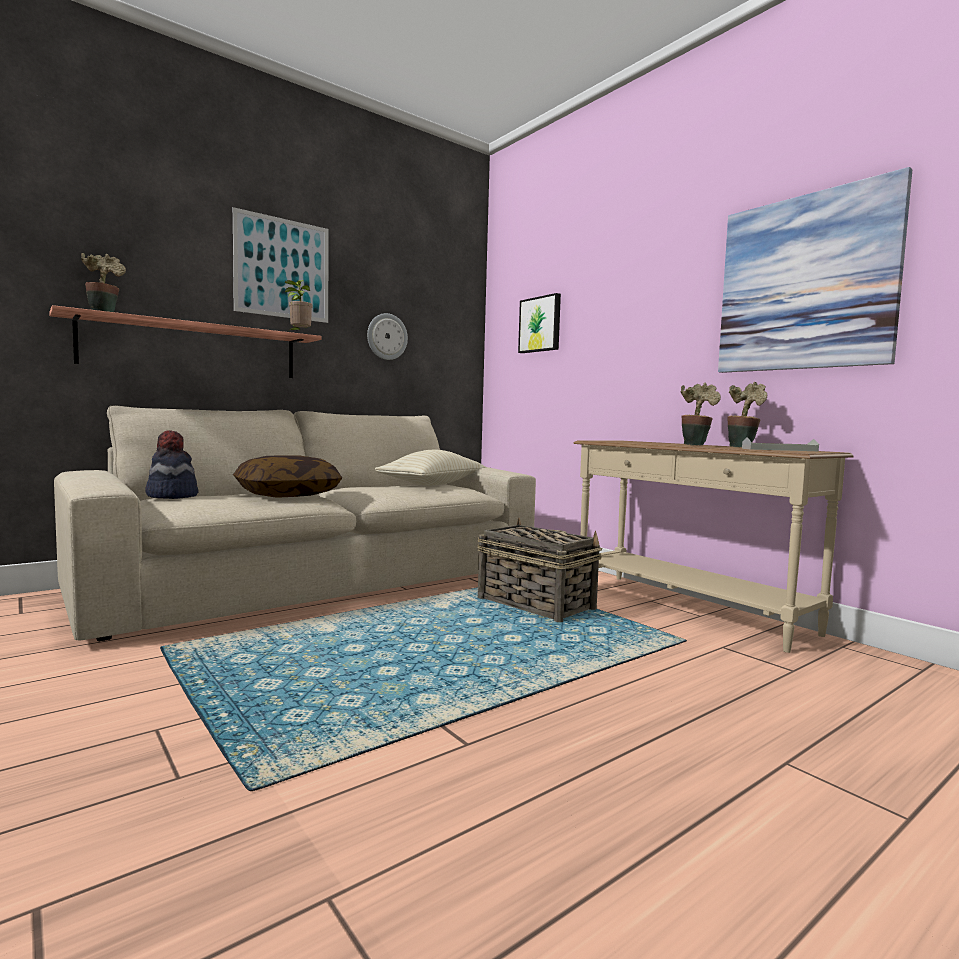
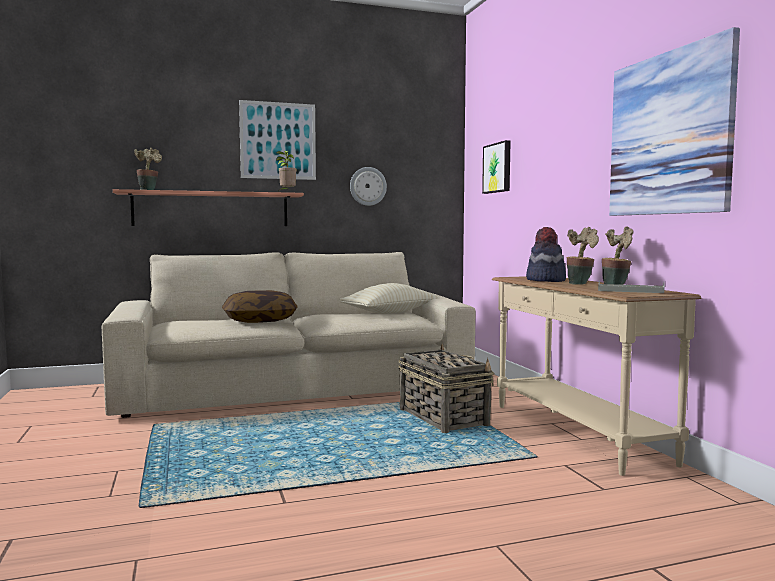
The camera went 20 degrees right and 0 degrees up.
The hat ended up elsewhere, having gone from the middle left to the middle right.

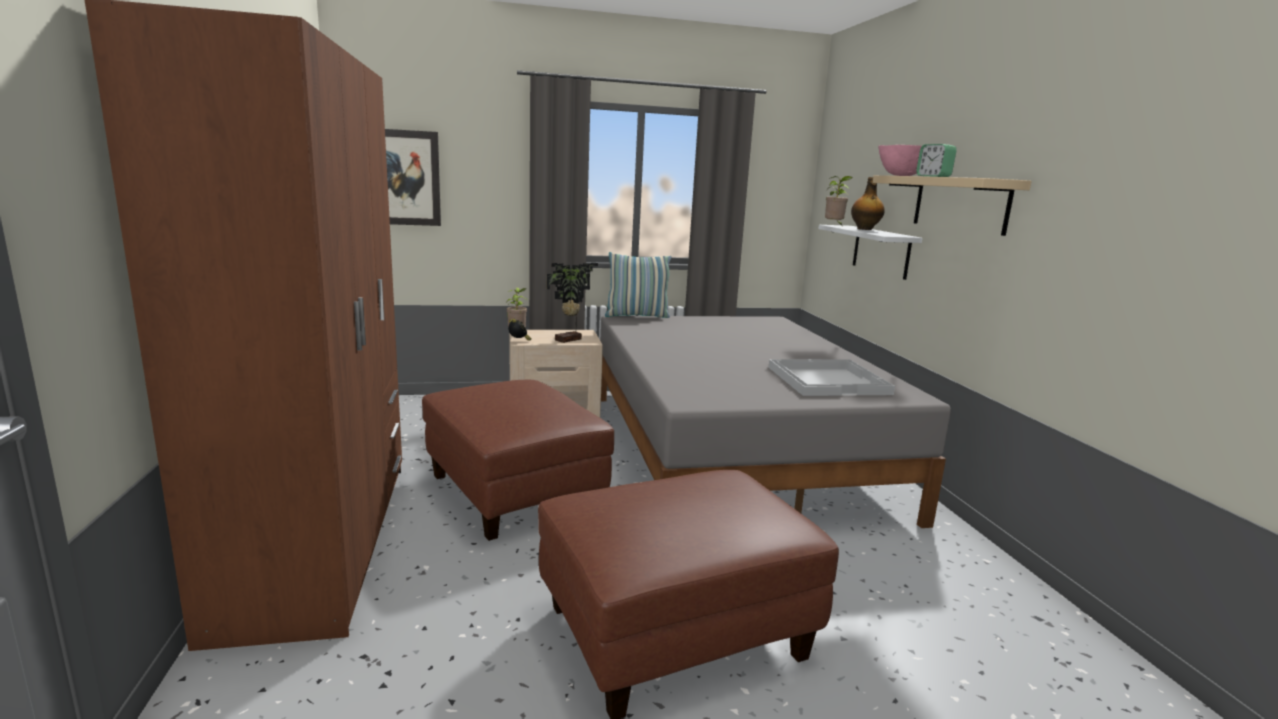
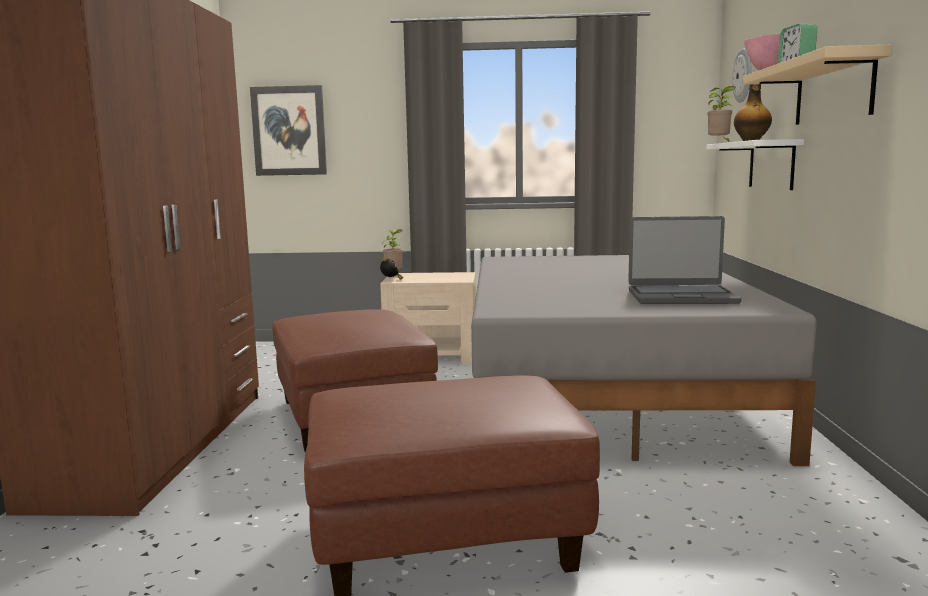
The camera went 15 degrees right and 5 degrees down.
The second view lost the potted plant (no. 2 from left) at the centre.
The second view lost the pillow at the centre.
Where the white tray stood at the centre, the laptop came to stand at the middle right.
The second view gained the wall clock at the top right.

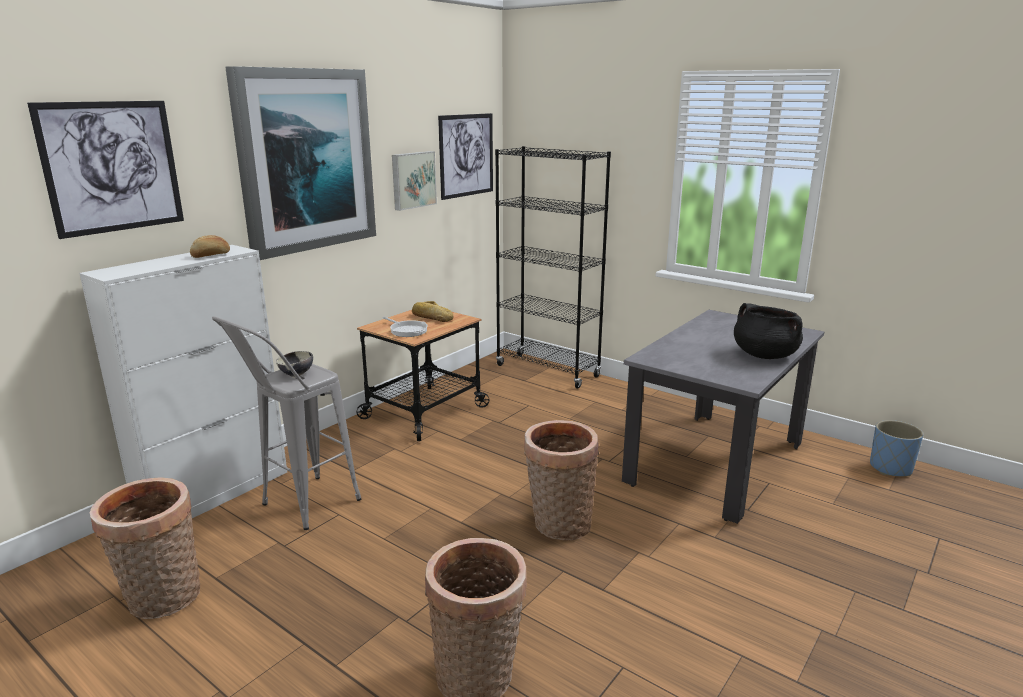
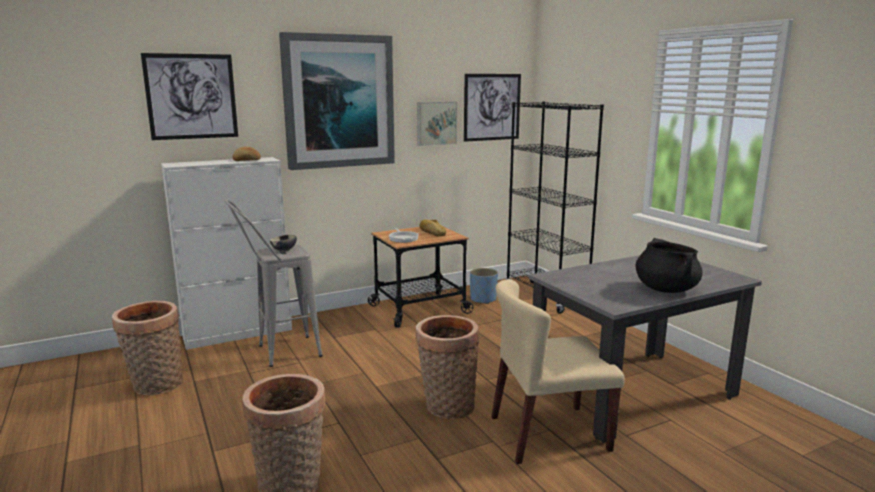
The camera went 25 degrees right and 5 degrees down.
The blue planter ended up elsewhere, having gone from the middle right to the centre.
The second view gained the beige chair at the bottom centre.

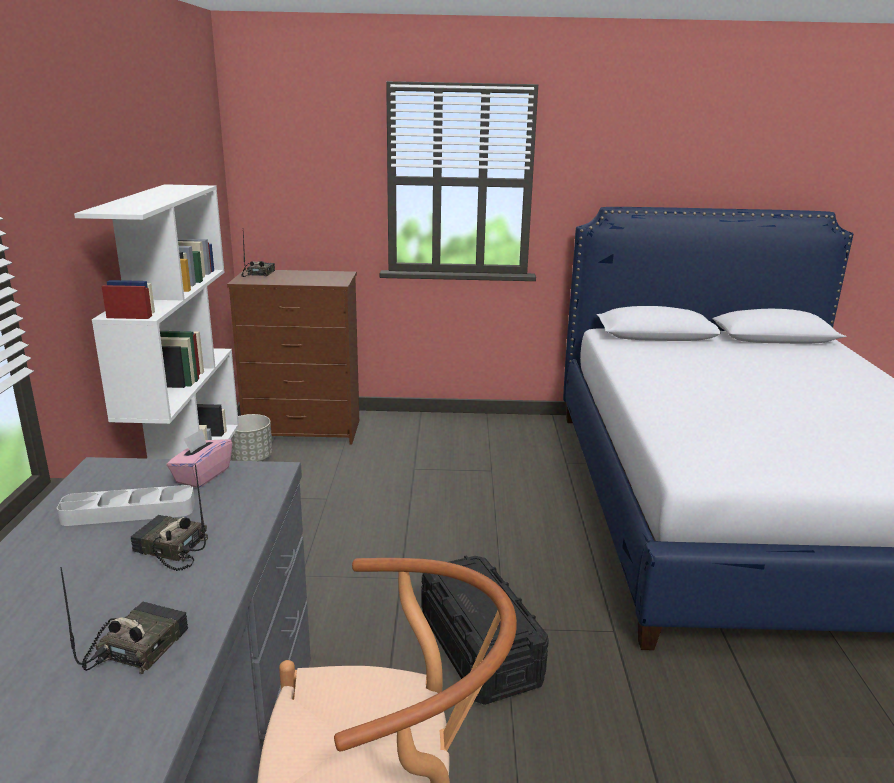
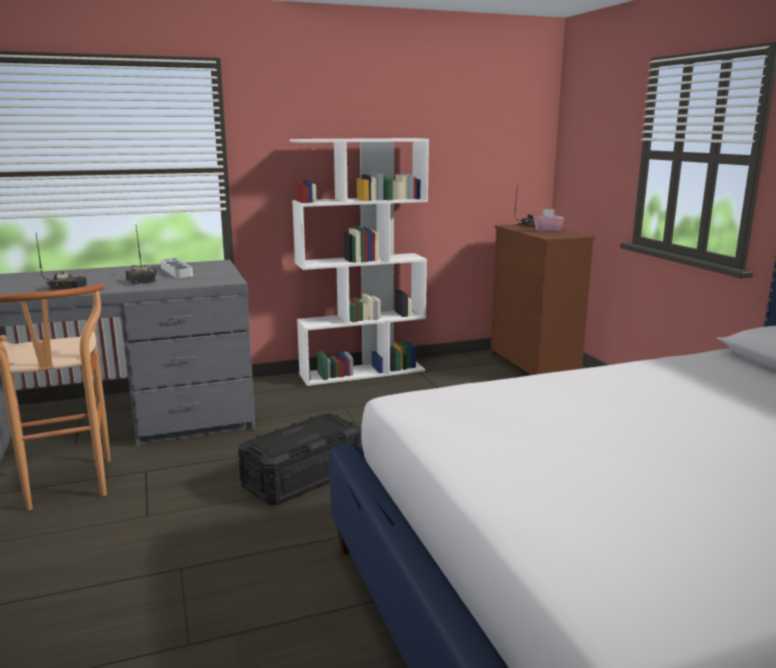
The camera went 70 degrees right and 5 degrees down.
The radio (no. 2 from left) at the middle left ended up facing another way, 150 degrees clockwise from before.
The pink tissue box ended up elsewhere, having gone from the middle left to the top right.
The second view lost the grey planter at the middle left.

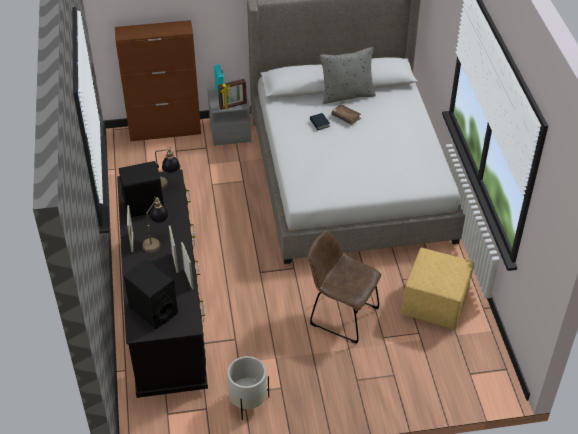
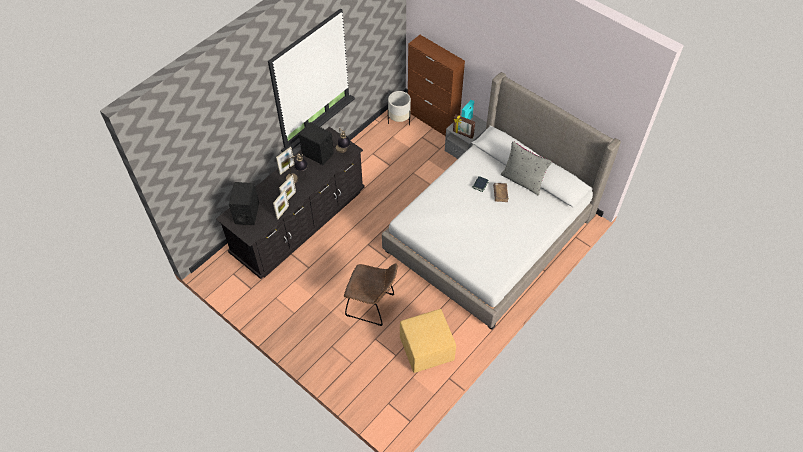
The camera went 50 degrees right and 10 degrees up.
The white planter ended up elsewhere, having gone from the bottom centre to the top centre.
The brown chair at the centre ended up facing another way, 120 degrees clockwise from before.

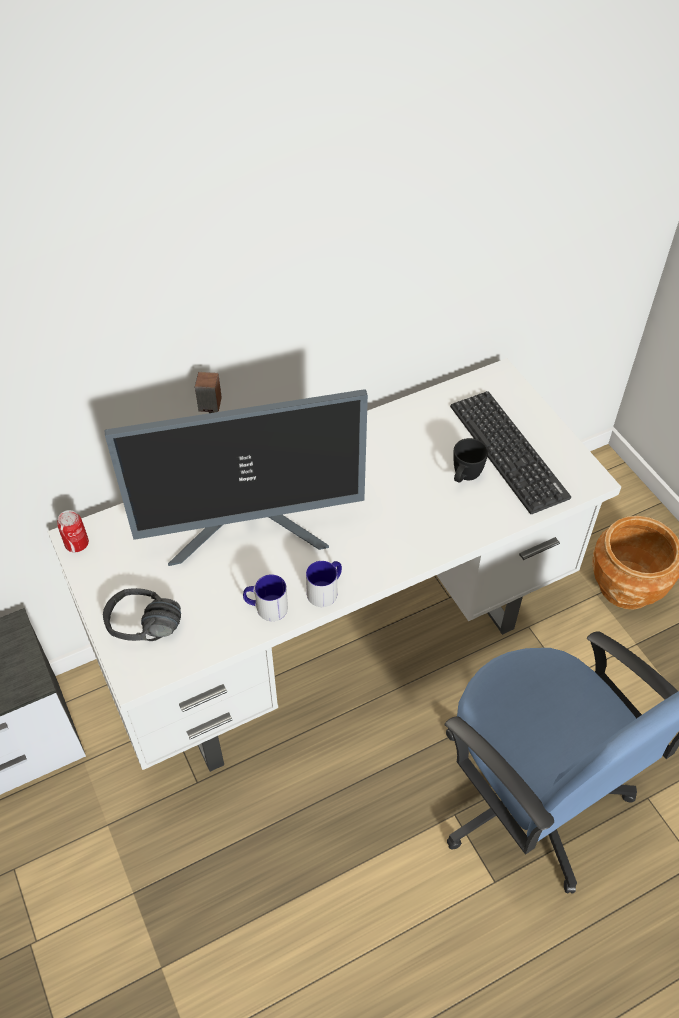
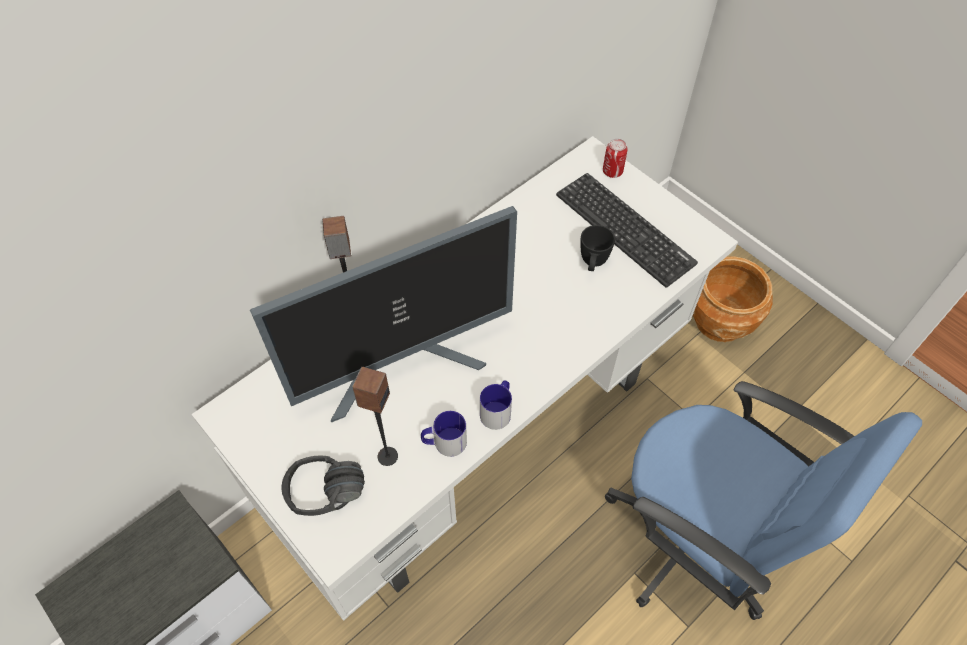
The camera went 15 degrees left and 5 degrees up.
The can ended up elsewhere, having gone from the middle left to the top centre.
The second view gained the speaker (no. 2 from left) at the centre.

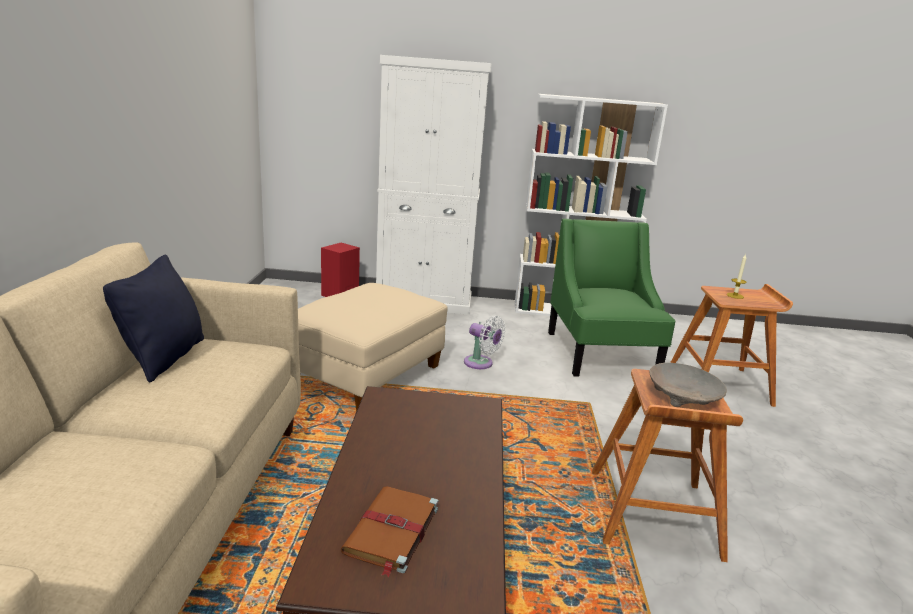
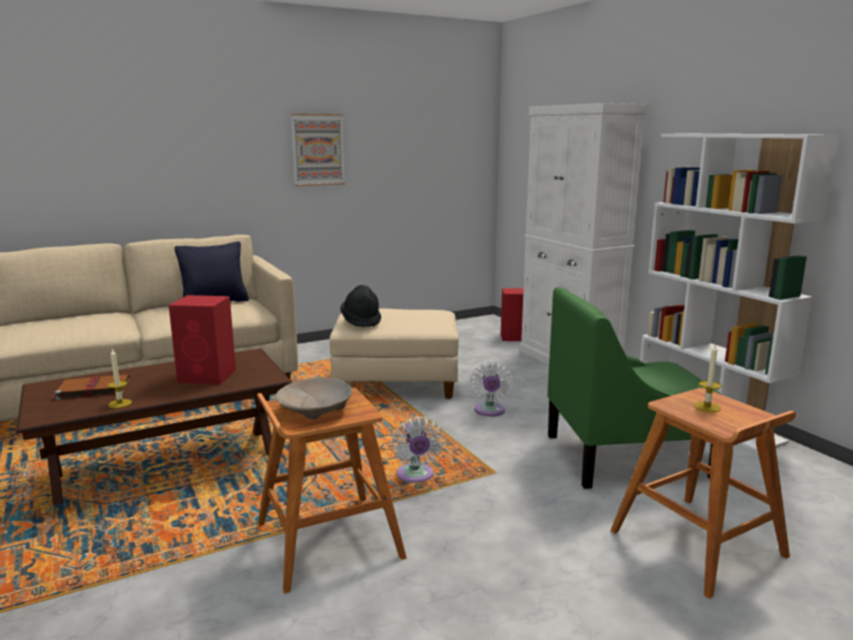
The camera went 60 degrees right and 5 degrees down.
The green armchair at the middle right ended up facing another way, 150 degrees counterclockwise from before.
The second view gained the candle (no. 1 from left) at the middle left.
The second view gained the red speaker (no. 1 from left) at the middle left.
The second view gained the picture at the top centre.
The second view gained the black hat at the centre.
The second view gained the white fan (no. 1 from left) at the bottom centre.

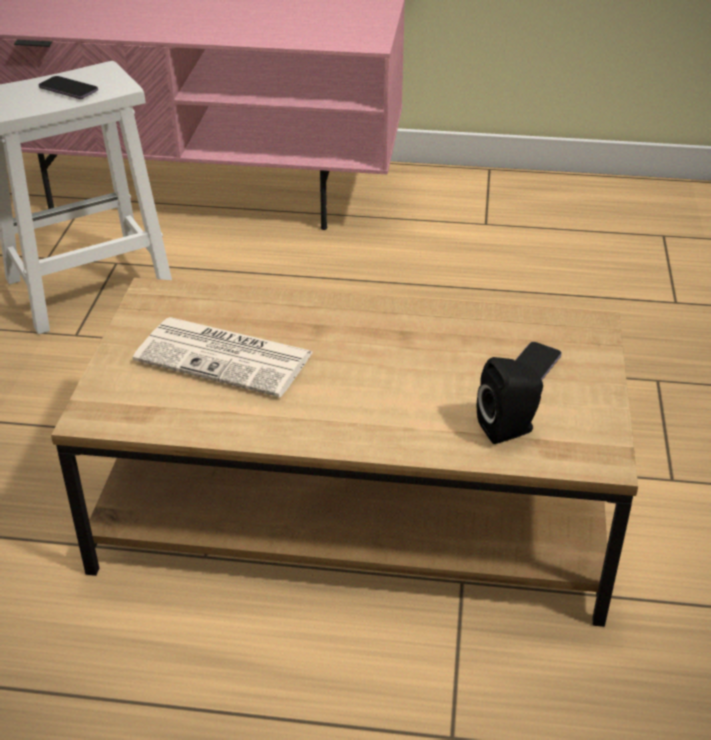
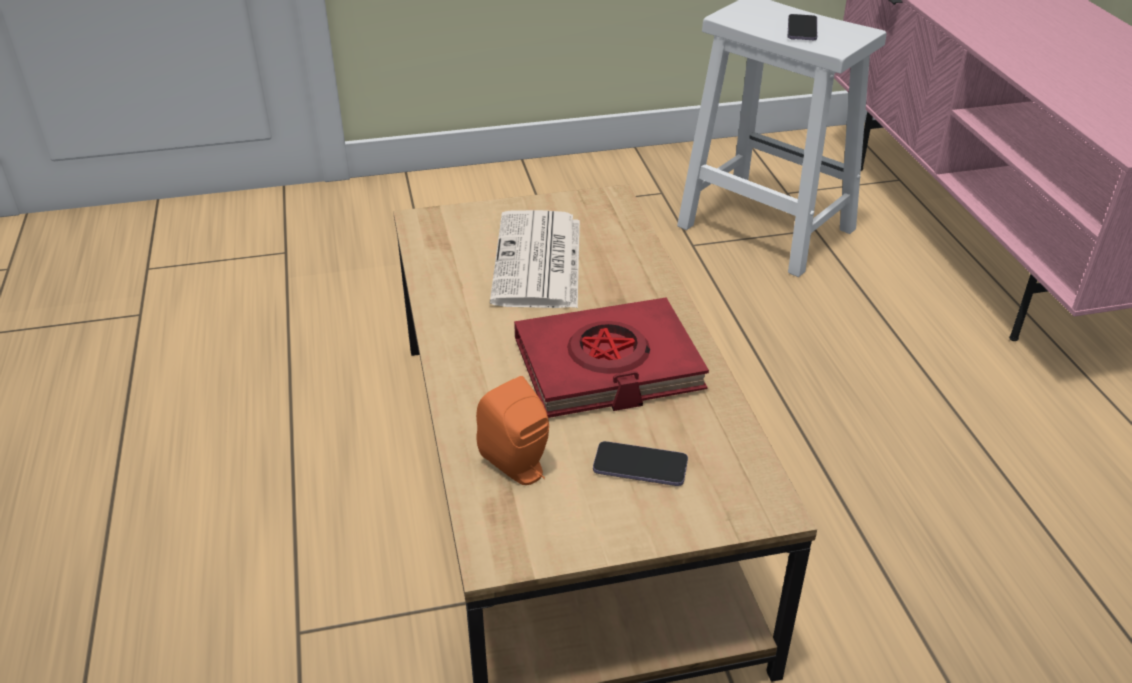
The camera went 70 degrees right and 0 degrees up.
What was the black speaker at the middle right turned into the orange speaker at the centre.
The second view gained the red book at the centre.

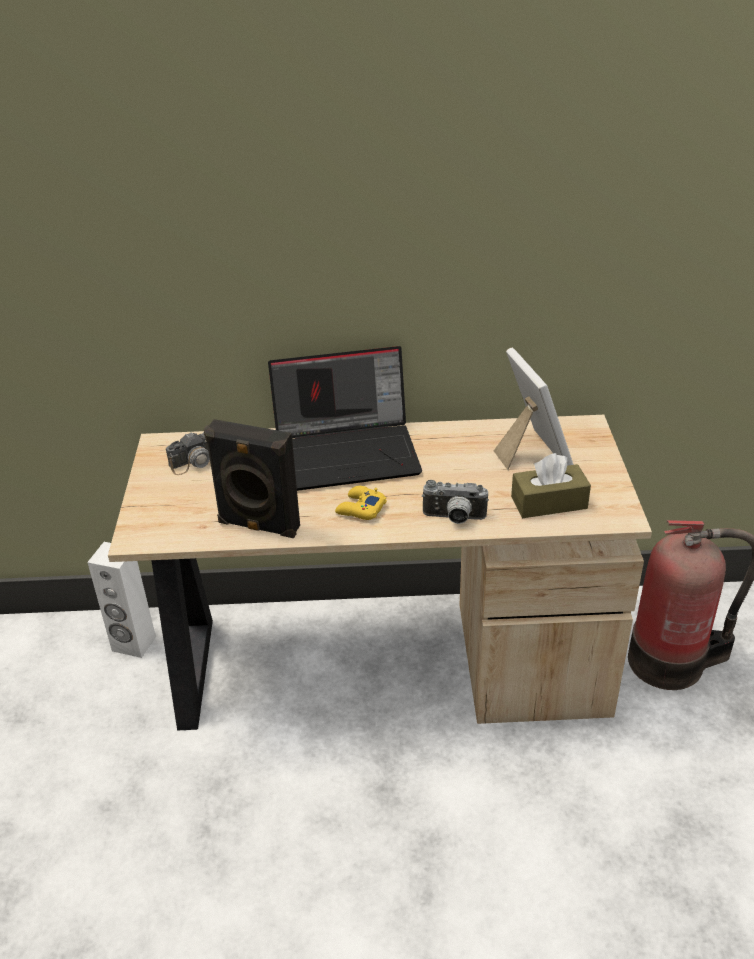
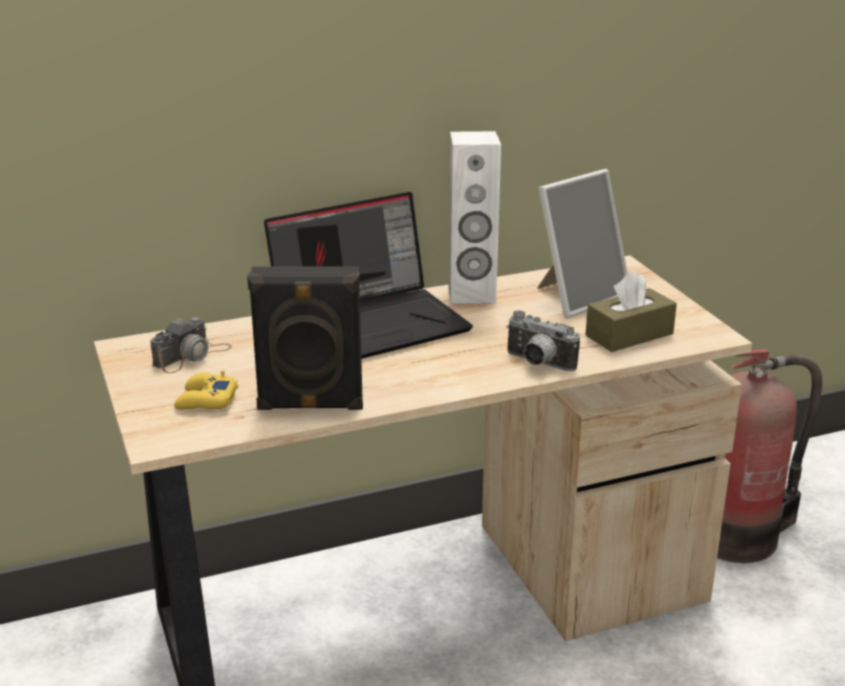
The camera went 20 degrees left and 10 degrees down.
The white speaker ended up elsewhere, having gone from the middle left to the top centre.
The yellow game controller ended up elsewhere, having gone from the centre to the middle left.
The photo camera (no. 2 from left) at the centre ended up facing another way, 45 degrees clockwise from before.
The picture frame at the middle right ended up facing another way, 90 degrees clockwise from before.

